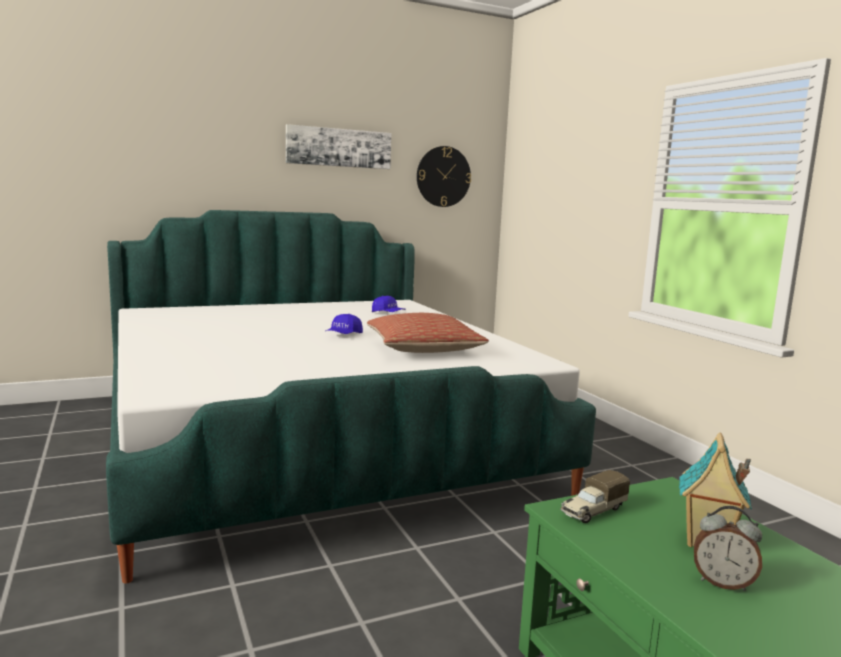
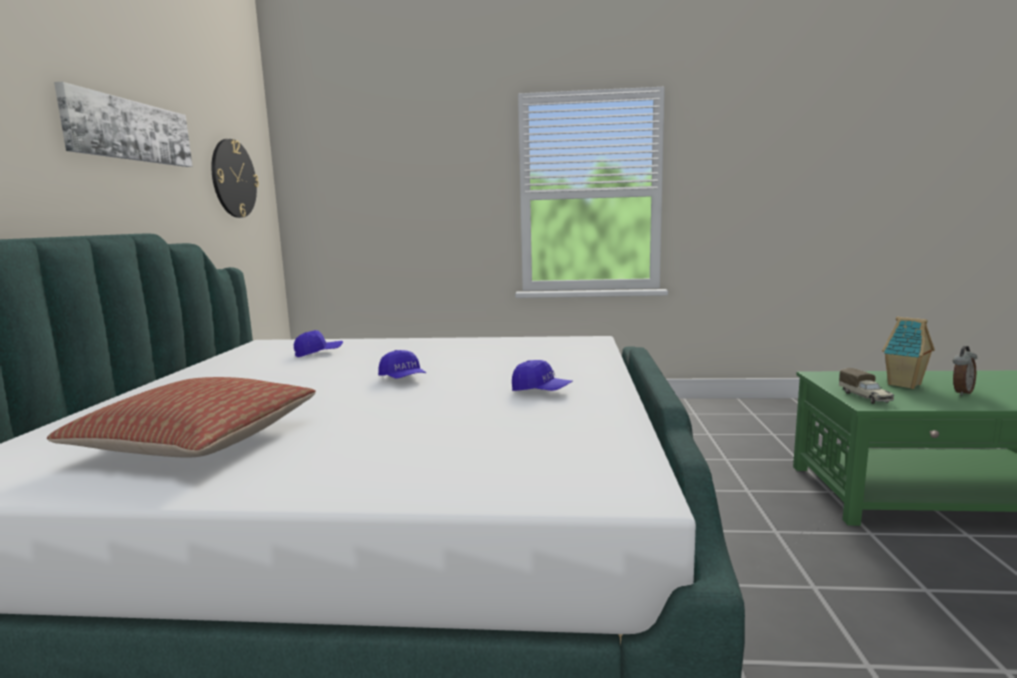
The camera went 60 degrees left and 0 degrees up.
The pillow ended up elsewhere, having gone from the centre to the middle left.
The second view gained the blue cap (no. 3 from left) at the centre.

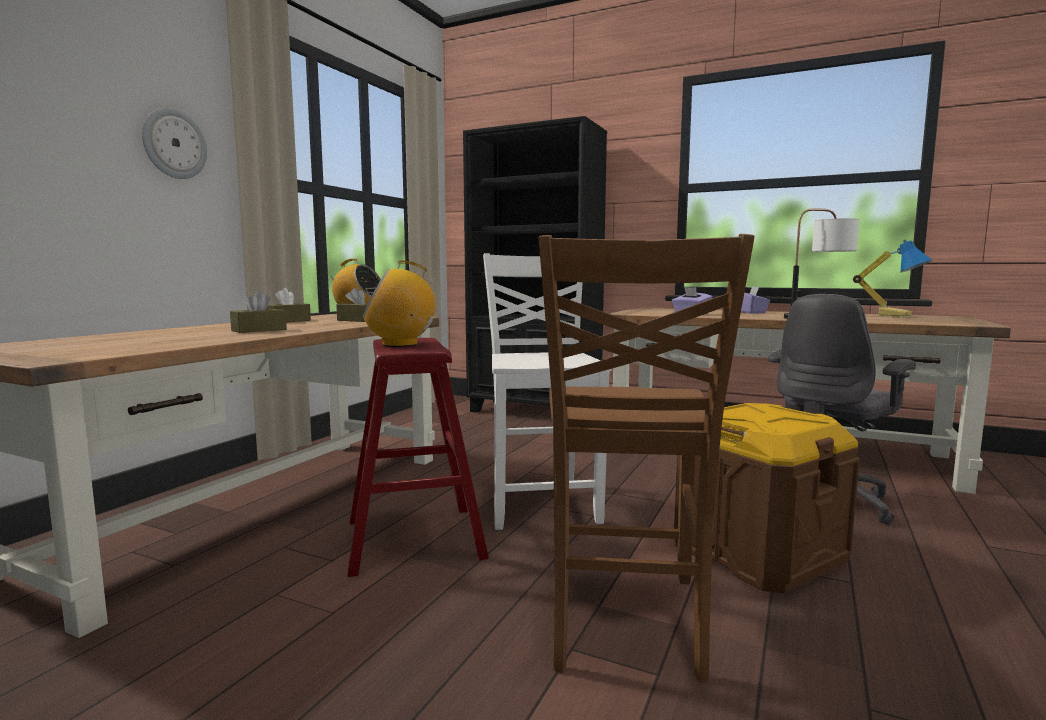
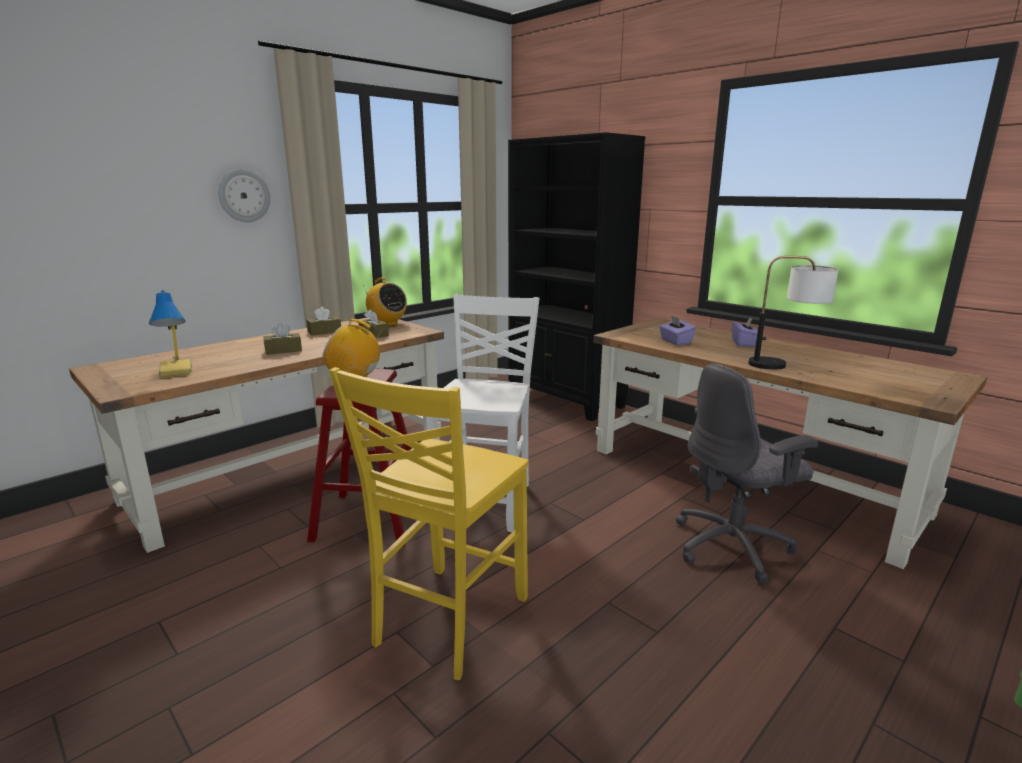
The camera went 20 degrees right and 10 degrees up.
What was the brown chair at the centre turned into the yellow chair at the bottom centre.
The second view lost the brown storage box at the bottom right.
The table lamp (no. 2 from left in the first image) ended up elsewhere, having gone from the middle right to the middle left.

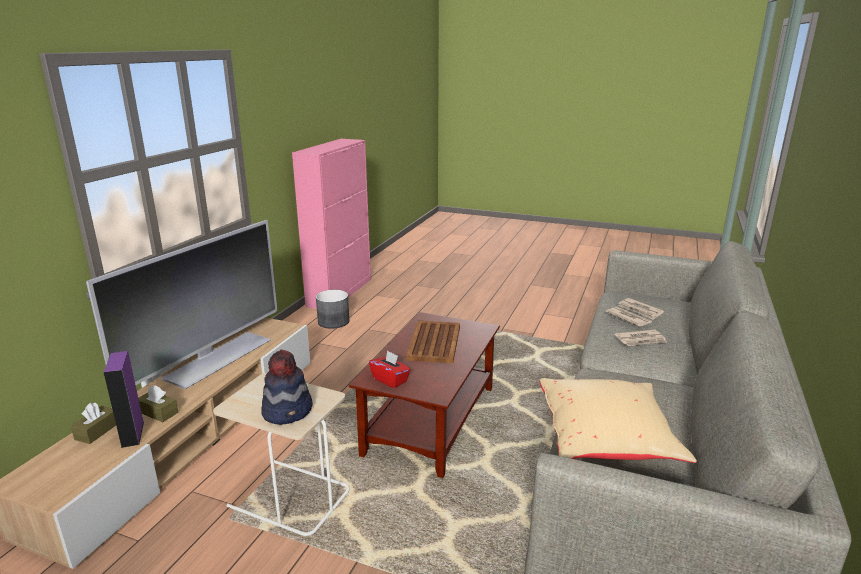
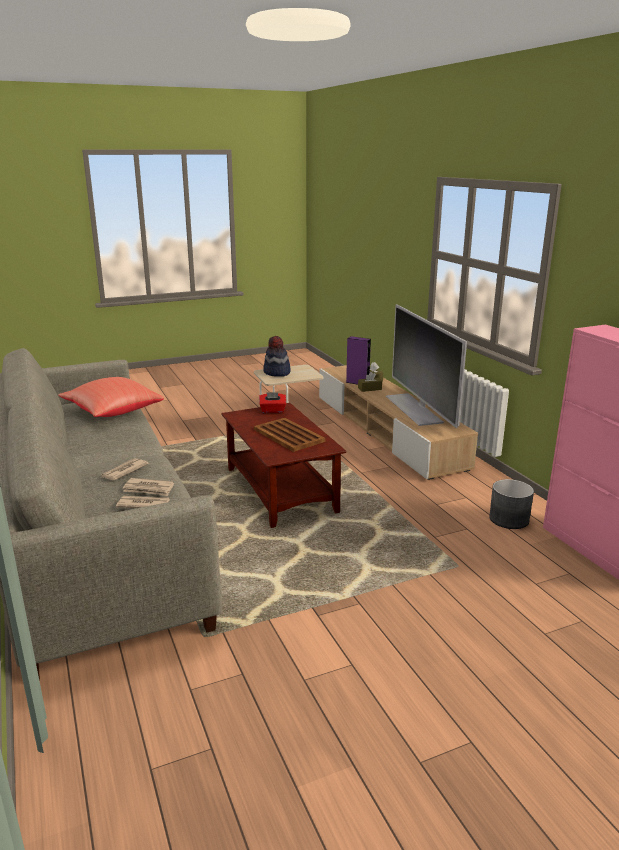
The camera went 135 degrees right and 0 degrees up.
What was the beige pillow at the bottom right turned into the red pillow at the middle left.

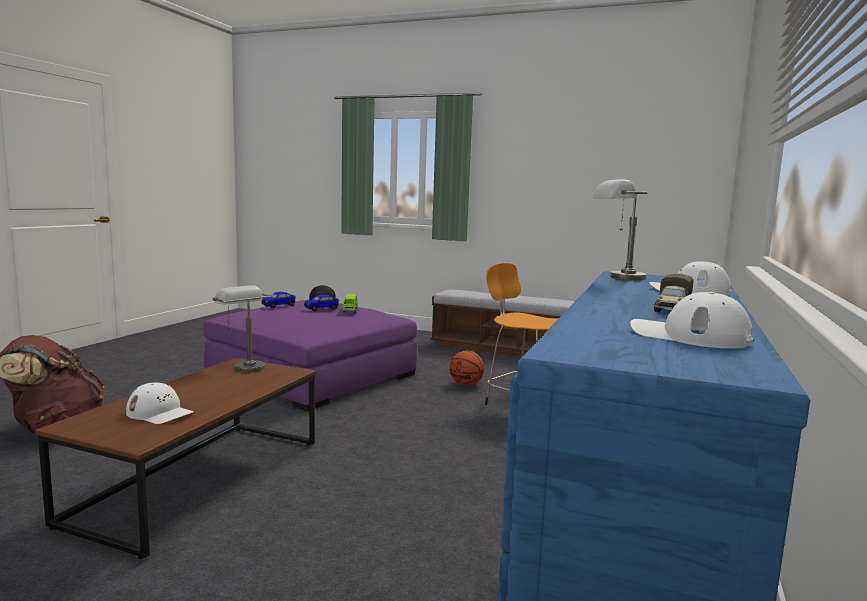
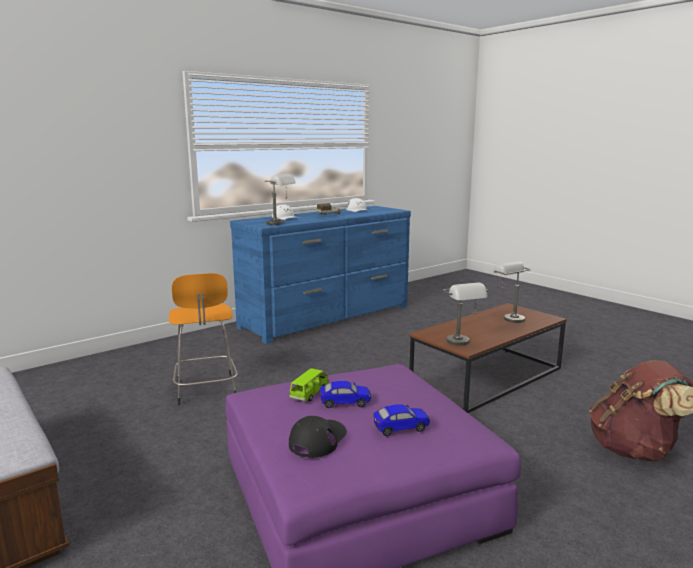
The camera went 150 degrees left and 5 degrees up.
Where the white cap (no. 1 from left) stood at the bottom left, the grey table lamp (no. 3 from left) came to stand at the middle right.
The second view lost the basketball at the centre.

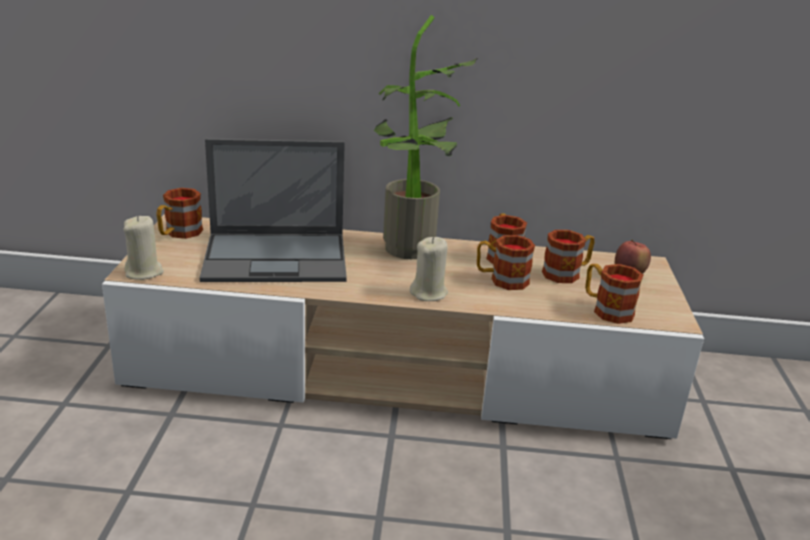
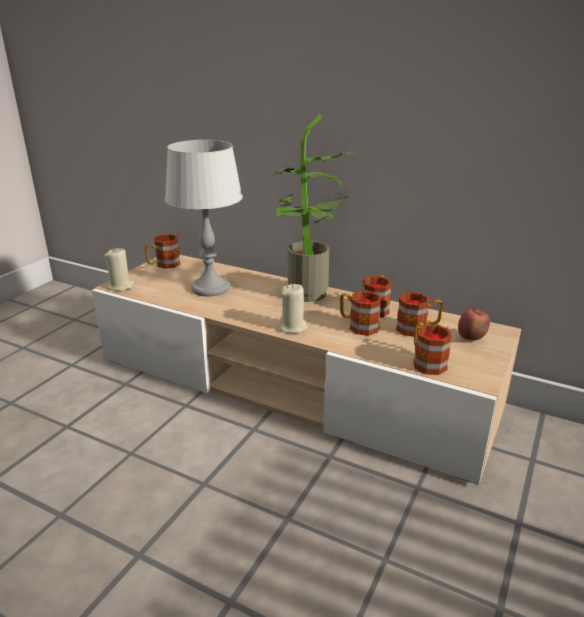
The camera went 25 degrees right and 0 degrees up.
Where the laptop stood at the centre, the grey table lamp came to stand at the centre.

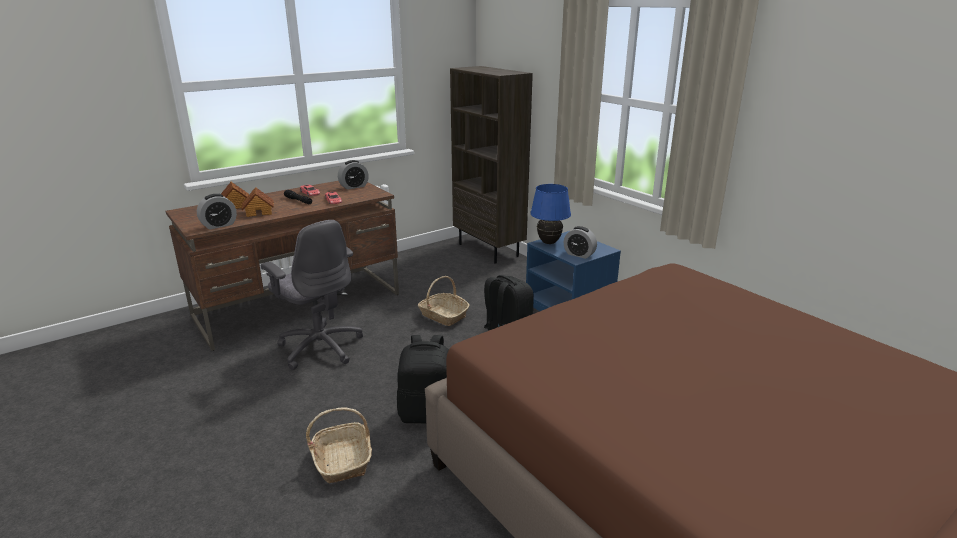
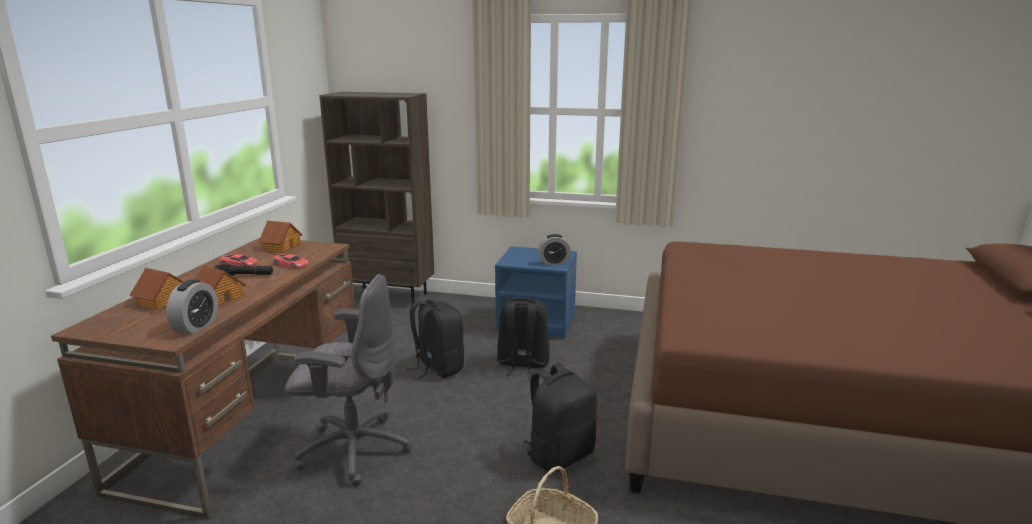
The camera went 40 degrees left and 5 degrees down.
Where the alarm clock (no. 2 from left) stood at the top centre, the toy house (no. 3 from left) came to stand at the middle left.
Where the basket (no. 2 from left) stood at the centre, the black backpack (no. 1 from left) came to stand at the centre.
The second view lost the blue table lamp at the centre.

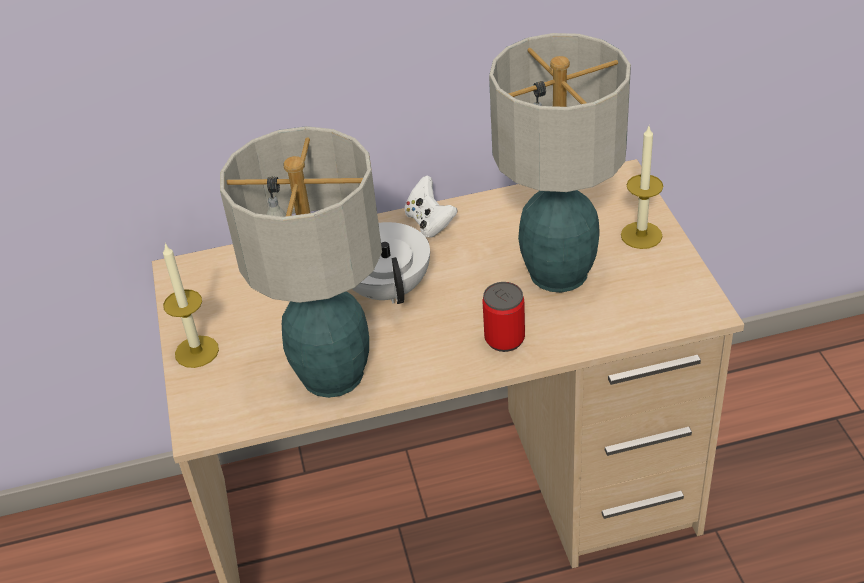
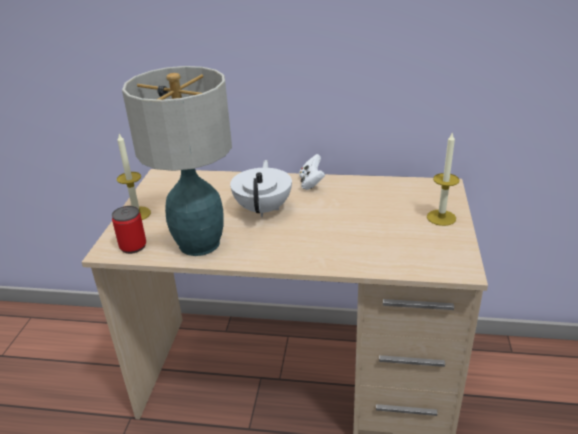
The camera went 20 degrees right and 10 degrees down.
The can ended up elsewhere, having gone from the centre to the middle left.
The second view lost the table lamp (no. 2 from left) at the top centre.

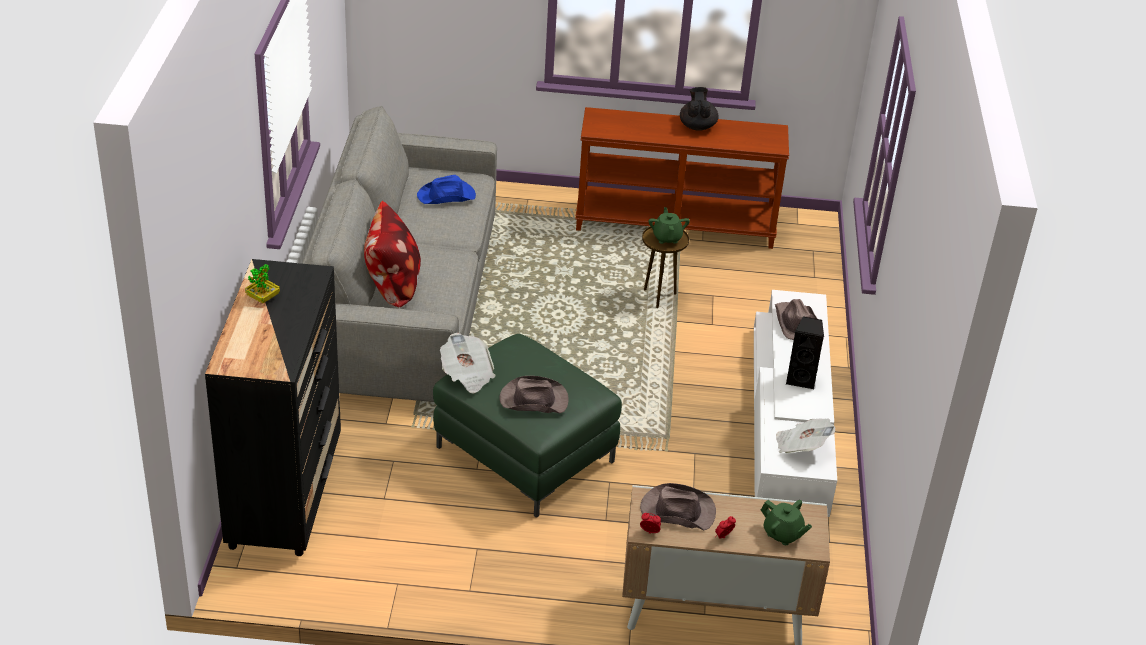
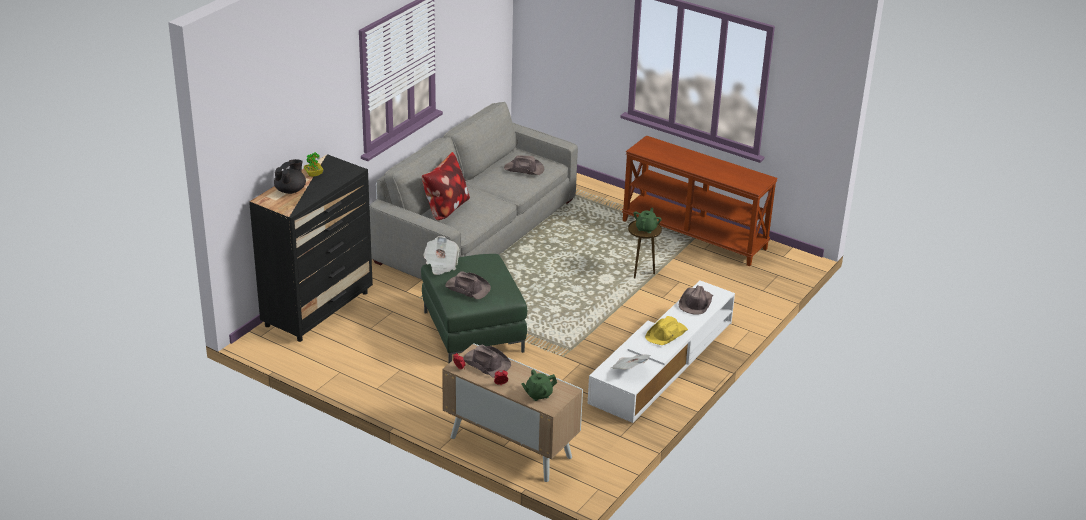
The camera went 30 degrees right and 5 degrees down.
What was the blue hat at the top centre turned into the brown hat (no. 3 from left) at the top centre.
The black teapot ended up elsewhere, having gone from the top centre to the middle left.
The green teapot (no. 2 from left in the first image) at the bottom right ended up facing another way, 90 degrees clockwise from before.
Where the black speaker stood at the middle right, the yellow hat came to stand at the centre.

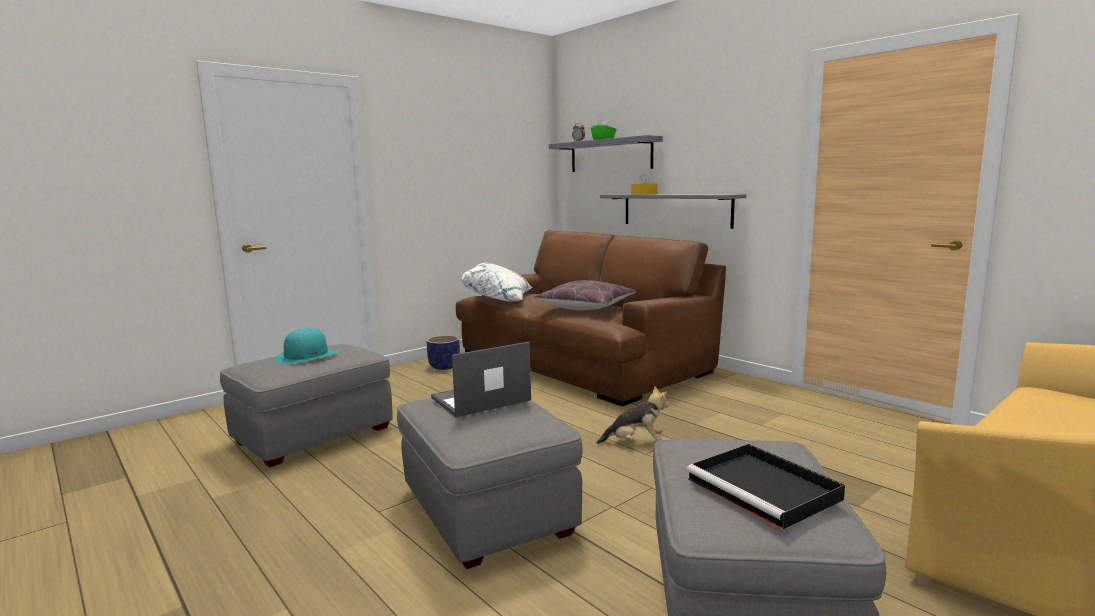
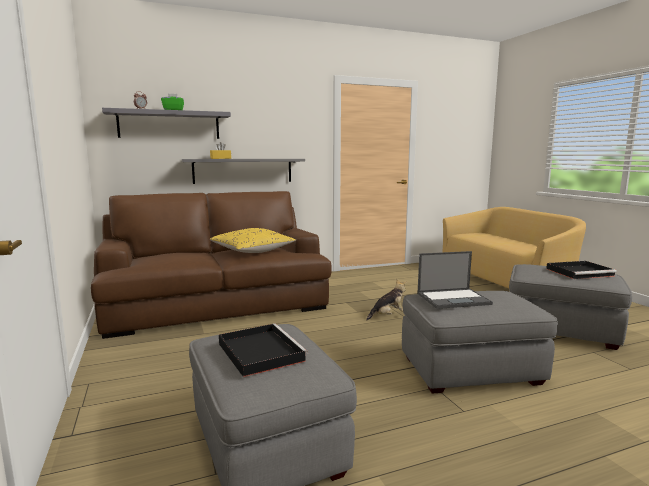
The camera went 70 degrees left and 0 degrees up.
Where the turquoise hat stood at the middle left, the black tray (no. 1 from left) came to stand at the bottom centre.
The second view lost the planter at the centre.
The laptop at the centre ended up facing another way, 90 degrees counterclockwise from before.
The second view lost the white pillow at the centre.
What was the brown pillow at the centre turned into the yellow pillow at the centre.
The plush toy at the bottom centre ended up facing another way, 45 degrees clockwise from before.

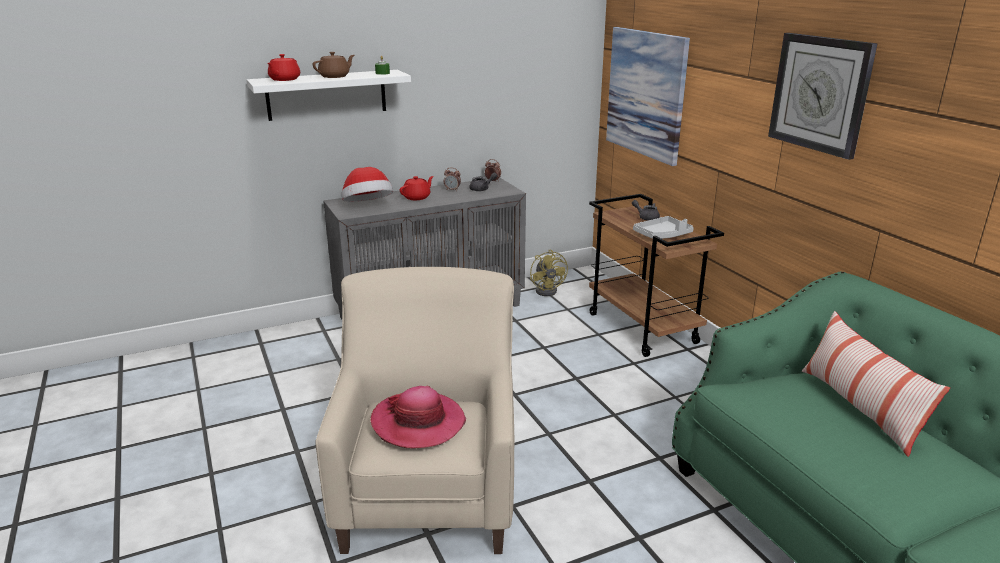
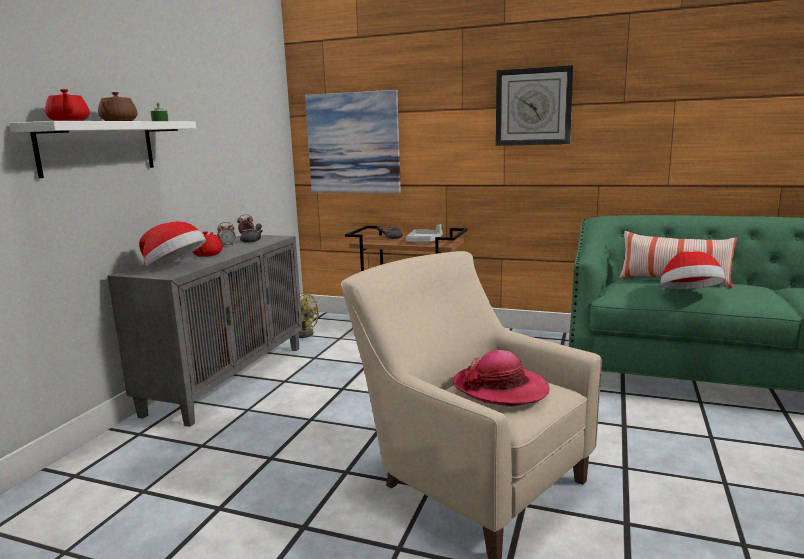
The camera went 45 degrees left and 10 degrees down.
The second view gained the hat (no. 3 from left) at the middle right.

